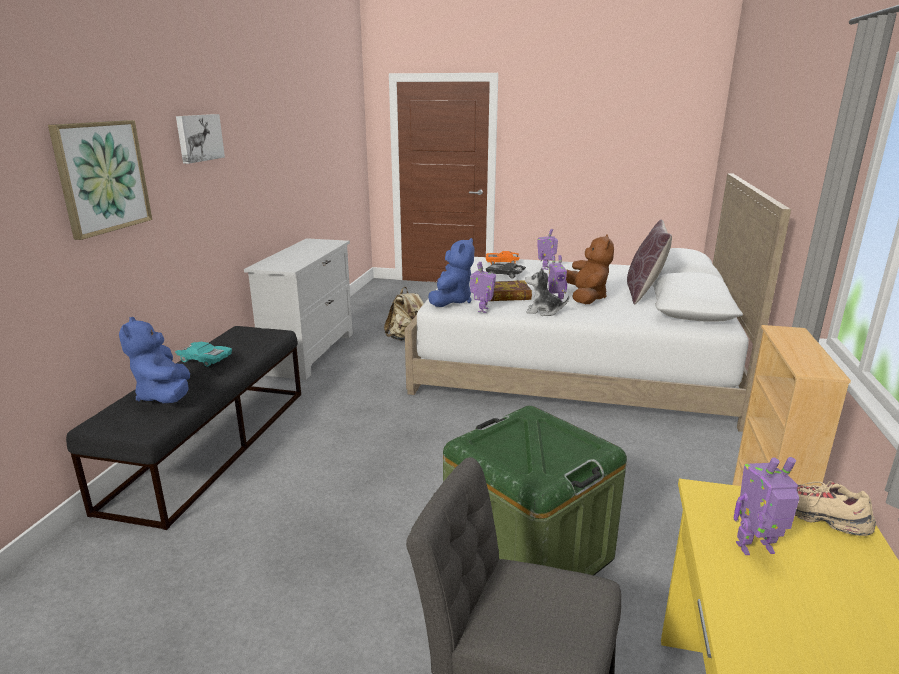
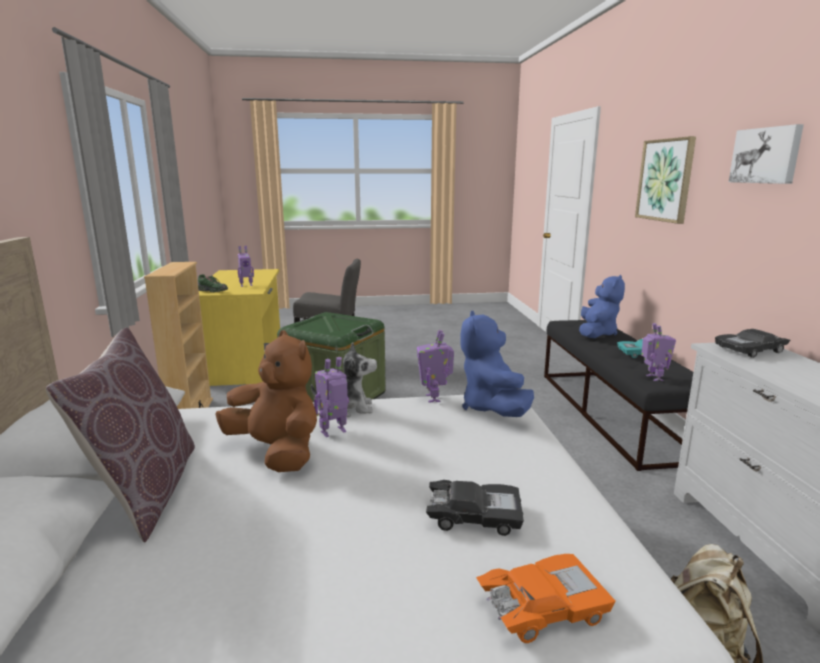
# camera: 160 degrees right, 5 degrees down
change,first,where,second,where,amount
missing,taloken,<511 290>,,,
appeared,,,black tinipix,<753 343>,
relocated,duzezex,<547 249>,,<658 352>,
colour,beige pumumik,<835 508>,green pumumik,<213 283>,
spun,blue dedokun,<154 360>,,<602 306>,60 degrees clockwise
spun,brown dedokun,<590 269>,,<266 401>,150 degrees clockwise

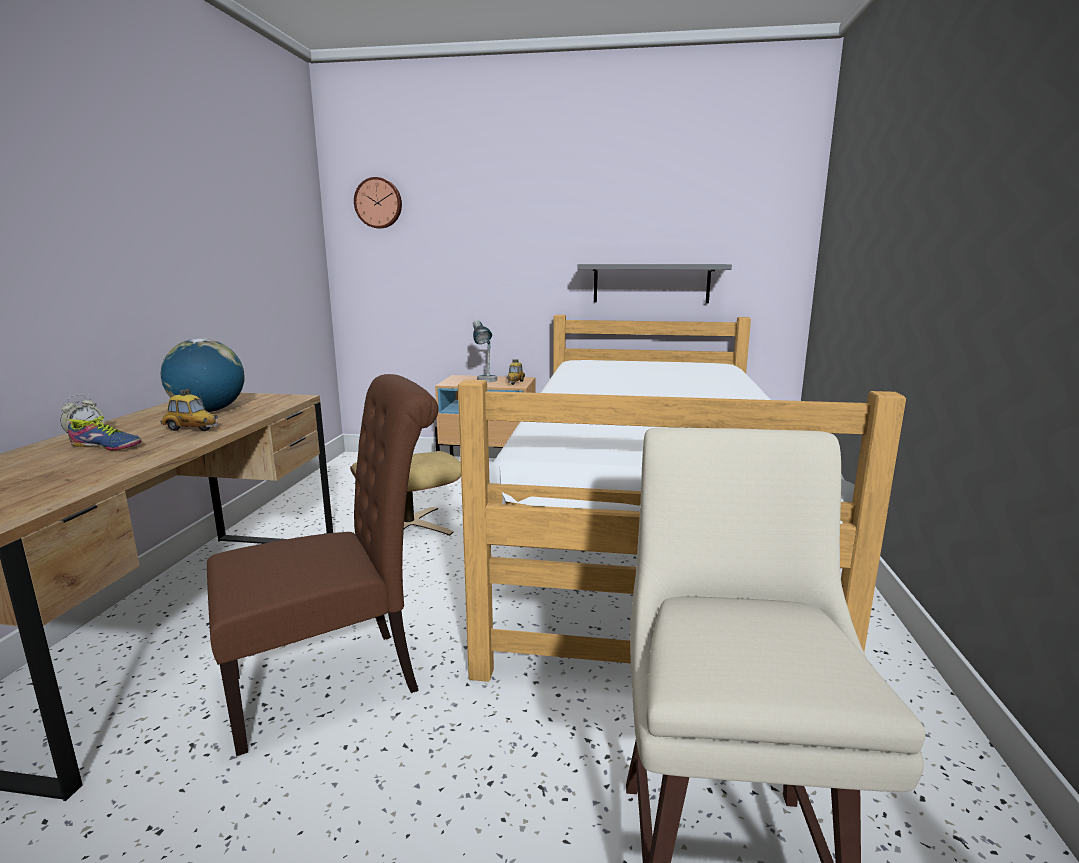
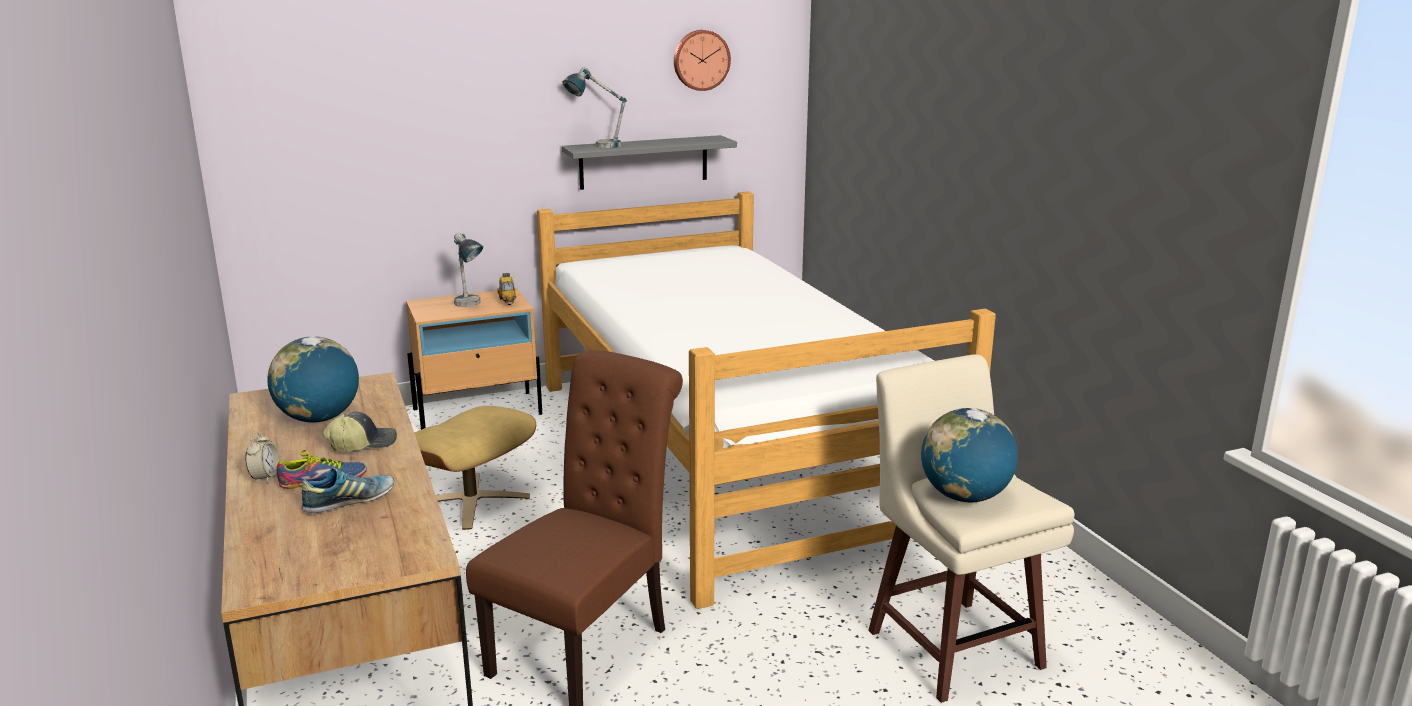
# camera: 30 degrees left, 5 degrees up
change,first,where,second,where,amount
appeared,,,pumumik,<348 491>,
appeared,,,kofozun,<594 107>,
appeared,,,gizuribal,<969 455>,
relocated,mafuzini,<378 203>,,<702 60>,
exchanged,tinipix,<189 410>,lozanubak,<360 431>,

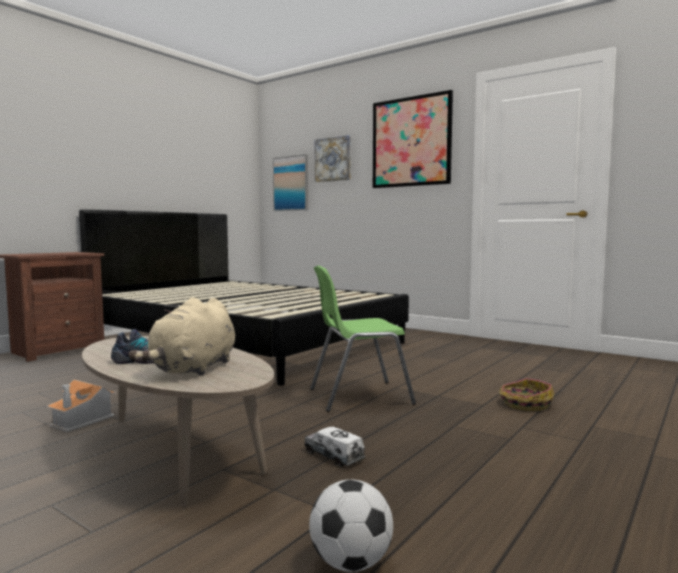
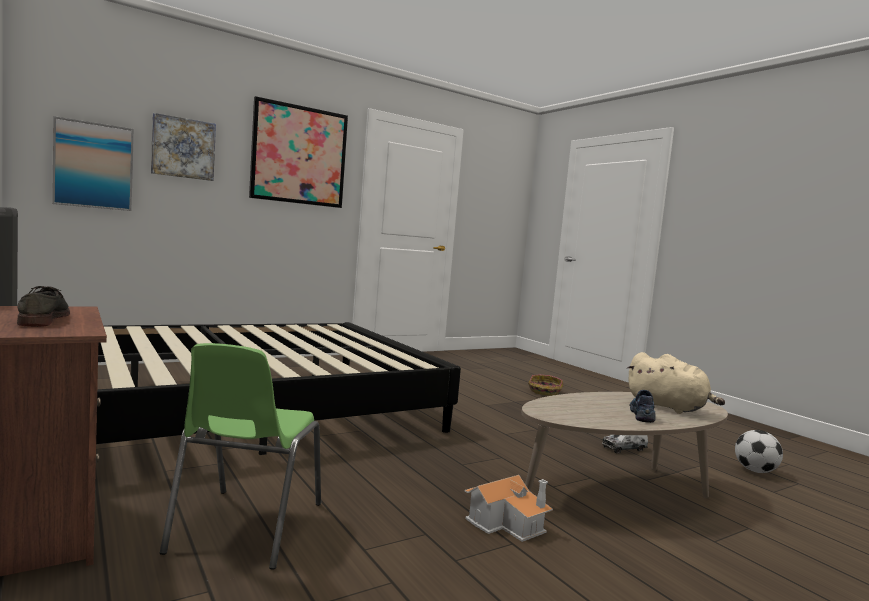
# camera: 70 degrees left, 0 degrees up
change,first,where,second,where,amount
appeared,,,grey pumumik,<43 306>,
relocated,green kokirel,<363 339>,,<240 456>,

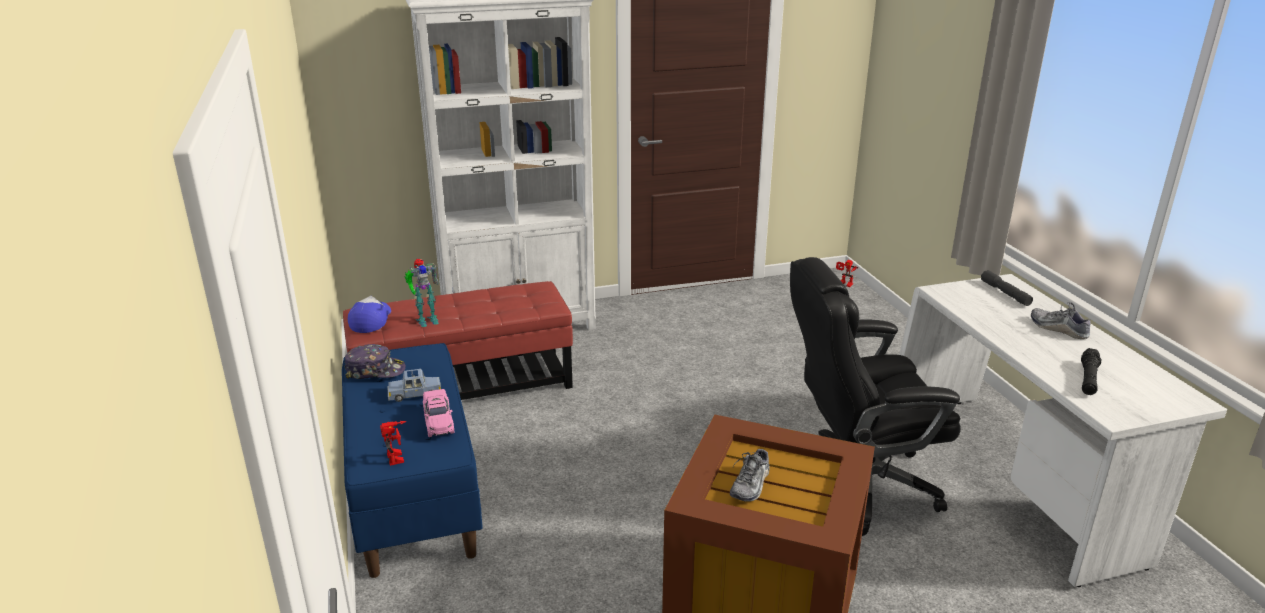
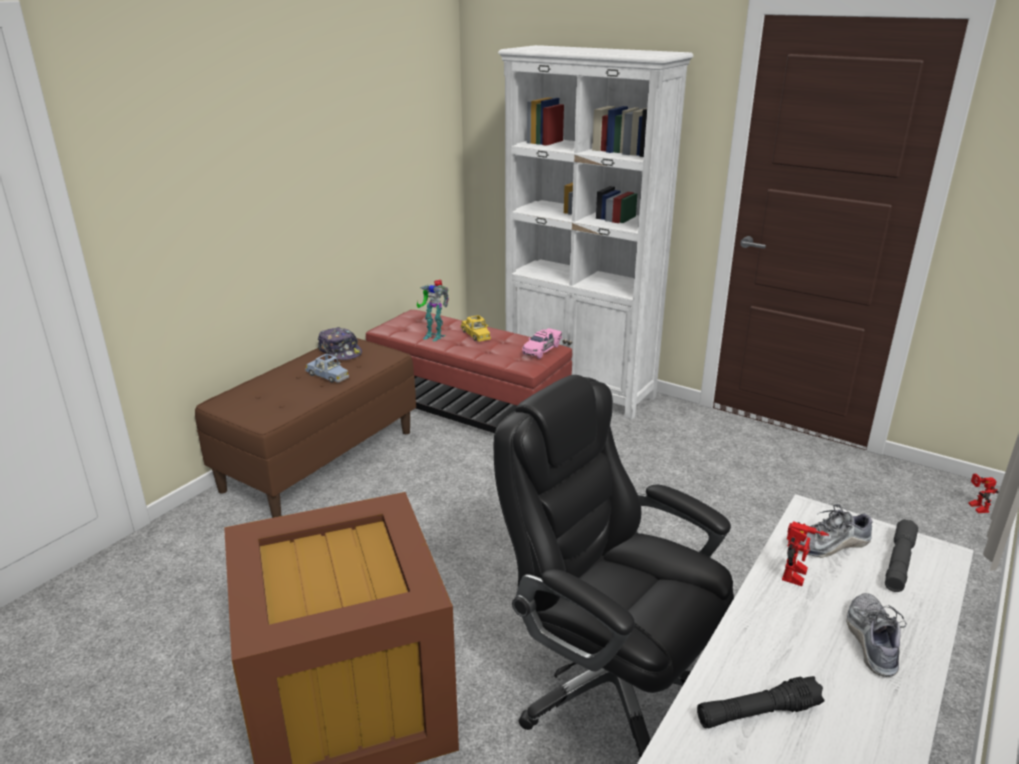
# camera: 50 degrees right, 0 degrees up
change,first,where,second,where,amount
missing,lozanubak,<369 314>,,,
appeared,,,yellow tinipix,<476 328>,
relocated,duzezex,<393 443>,,<805 554>,
relocated,pink tinipix,<438 413>,,<542 343>,
relocated,pumumik,<750 474>,,<836 531>,
colour,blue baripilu,<412 460>,brown baripilu,<305 428>,

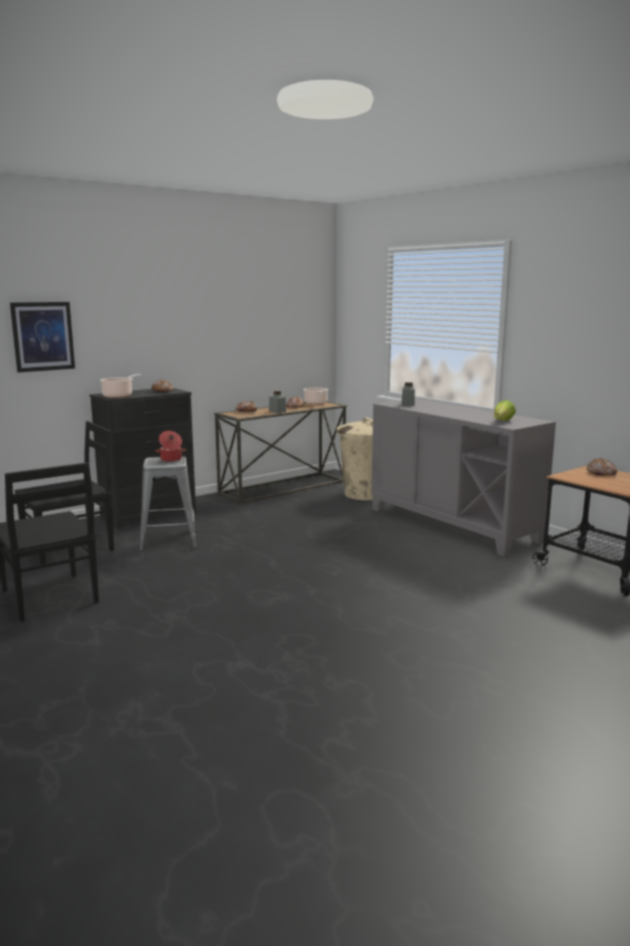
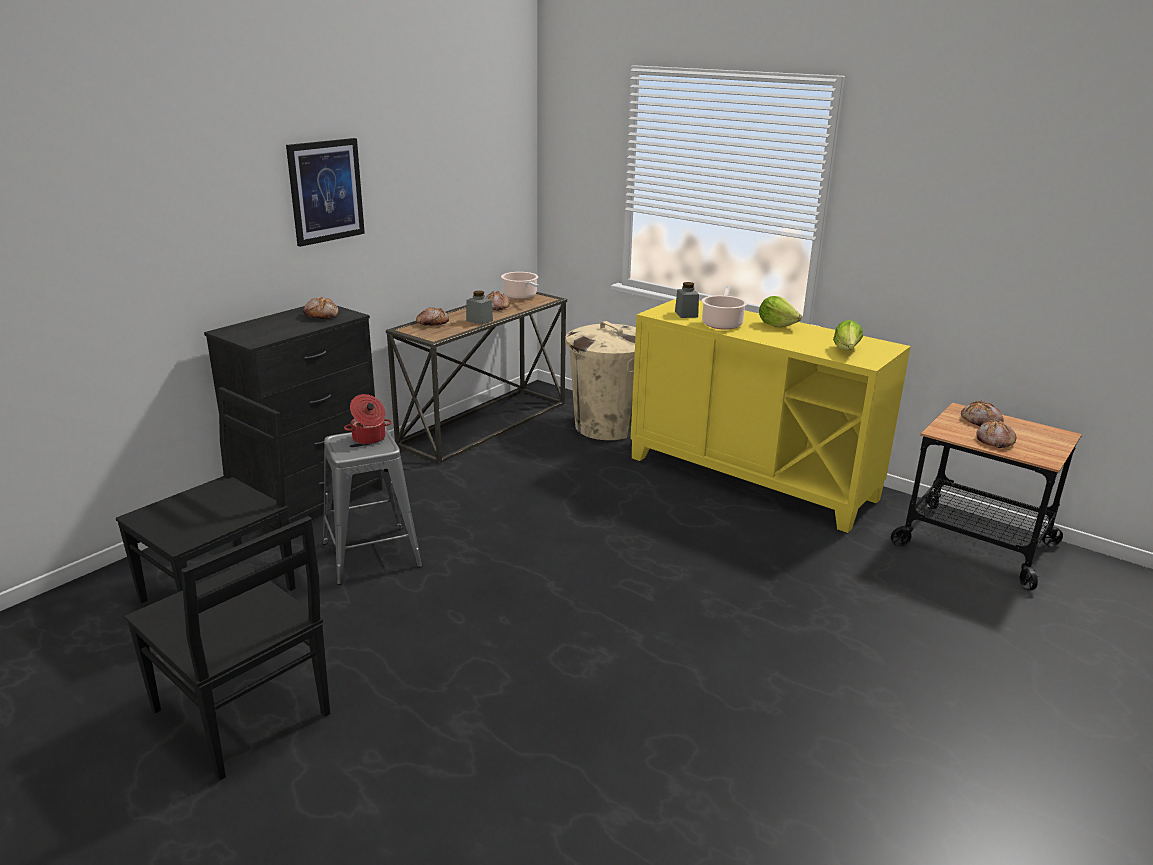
# camera: 15 degrees left, 10 degrees up
change,first,where,second,where,amount
appeared,,,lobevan,<780 311>,
appeared,,,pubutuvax,<996 433>,
relocated,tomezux,<42 337>,,<325 192>,
relocated,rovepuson,<120 386>,,<724 308>,
colour,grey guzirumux,<463 478>,yellow guzirumux,<771 416>,

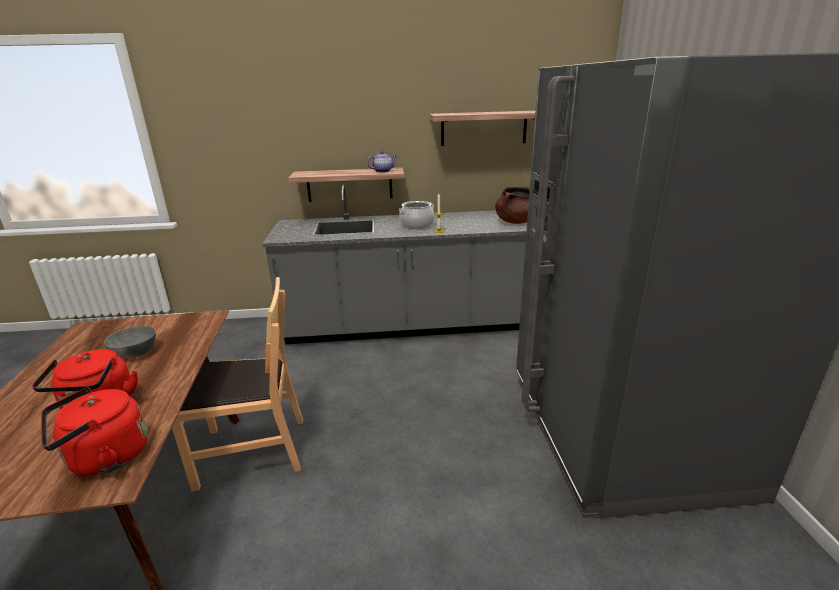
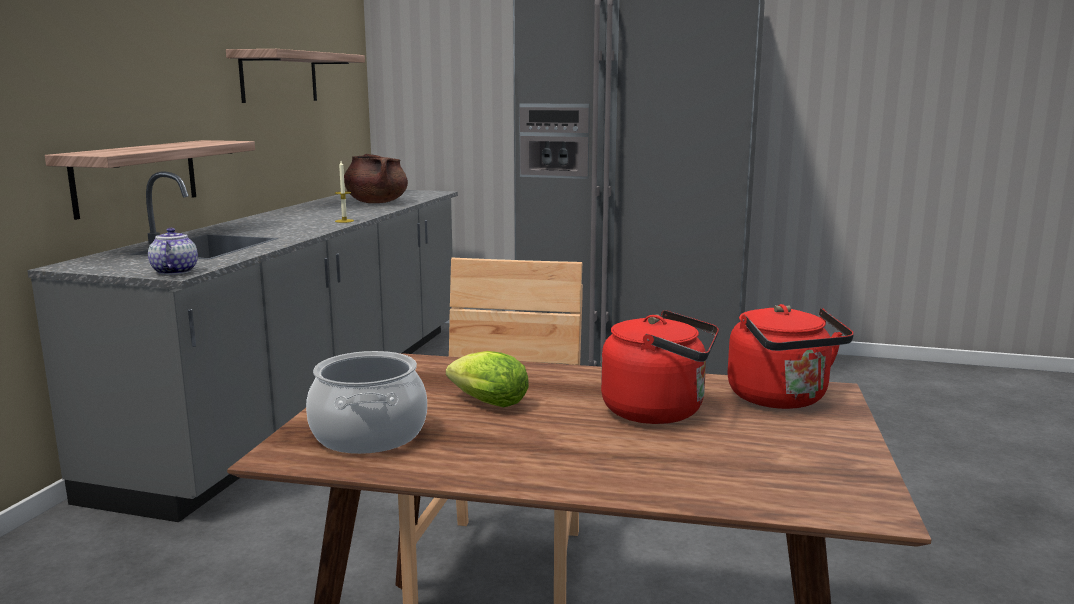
# camera: 70 degrees left, 10 degrees down
change,first,where,second,where,amount
relocated,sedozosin,<382 162>,,<173 251>,
relocated,rovepuson,<417 215>,,<366 402>,
exchanged,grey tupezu,<130 342>,lobevan,<487 379>,

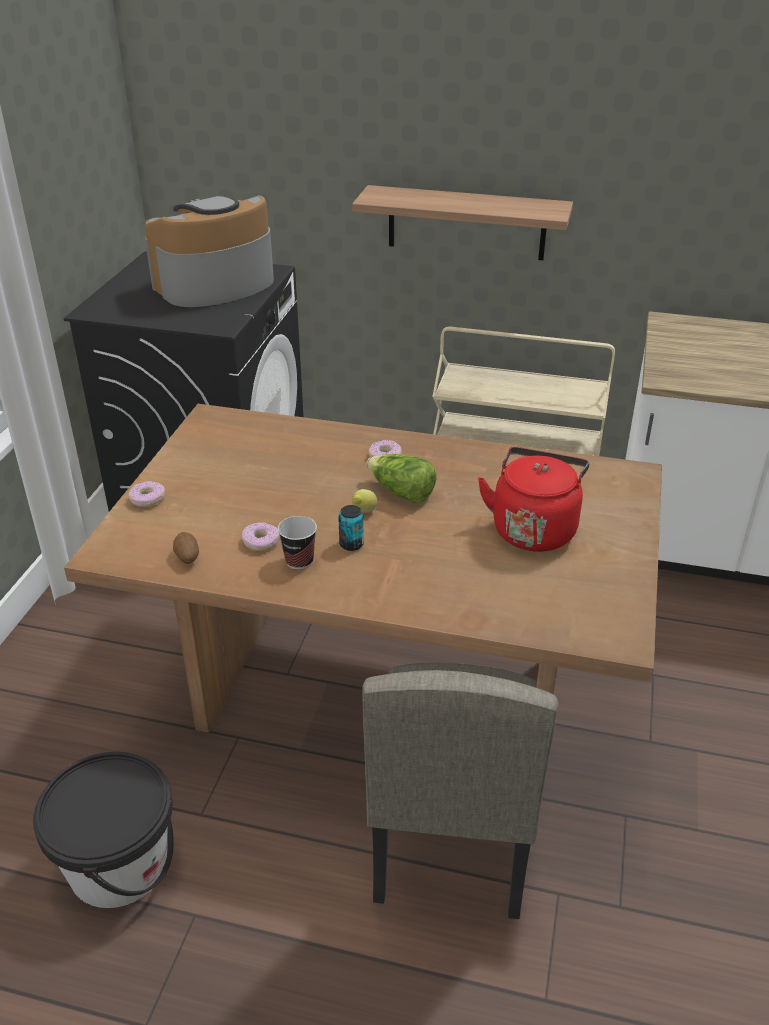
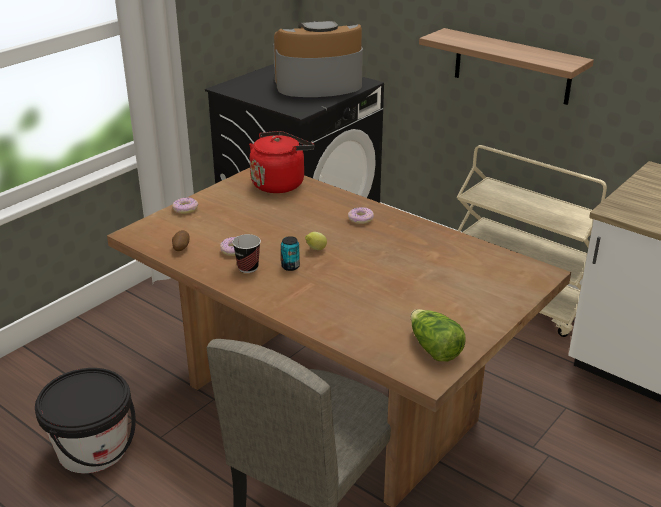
# camera: 25 degrees right, 5 degrees down
change,first,where,second,where,amount
relocated,lobevan,<401 478>,,<438 335>,
relocated,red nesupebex,<533 499>,,<281 162>,

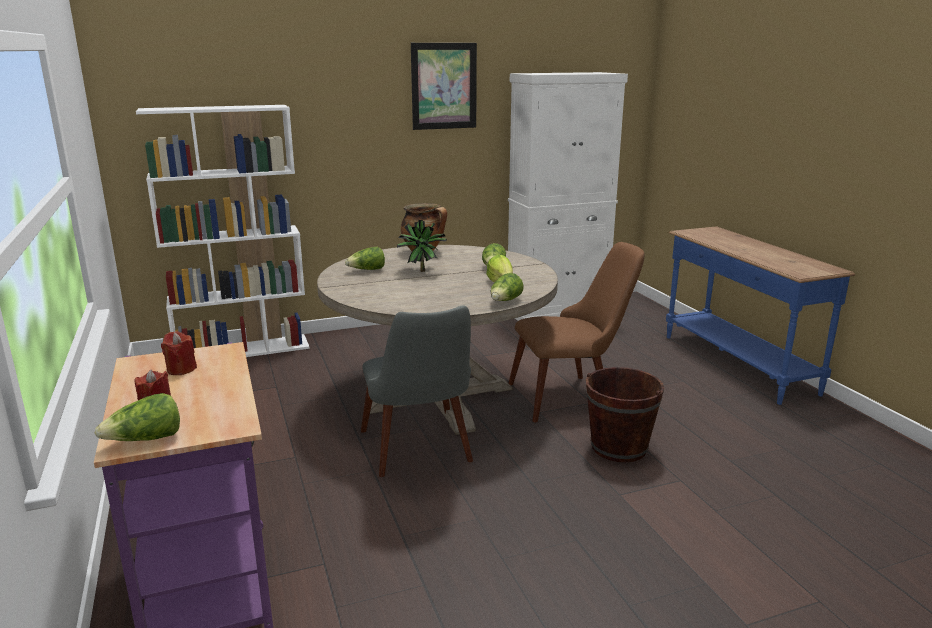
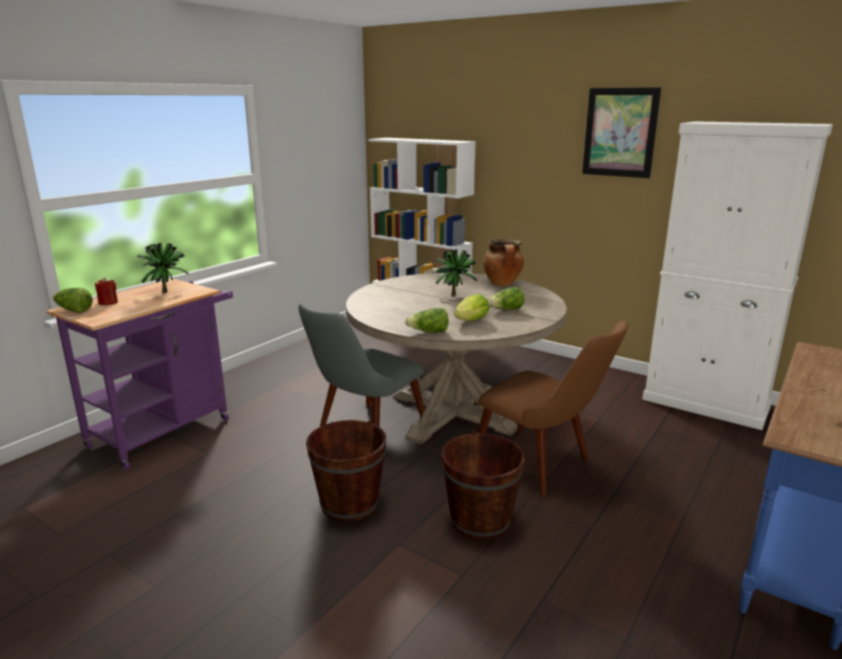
# camera: 55 degrees right, 0 degrees up
change,first,where,second,where,amount
missing,lobevan,<365 258>,,,
appeared,,,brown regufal,<346 471>,
exchanged,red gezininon,<179 353>,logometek,<163 268>,

